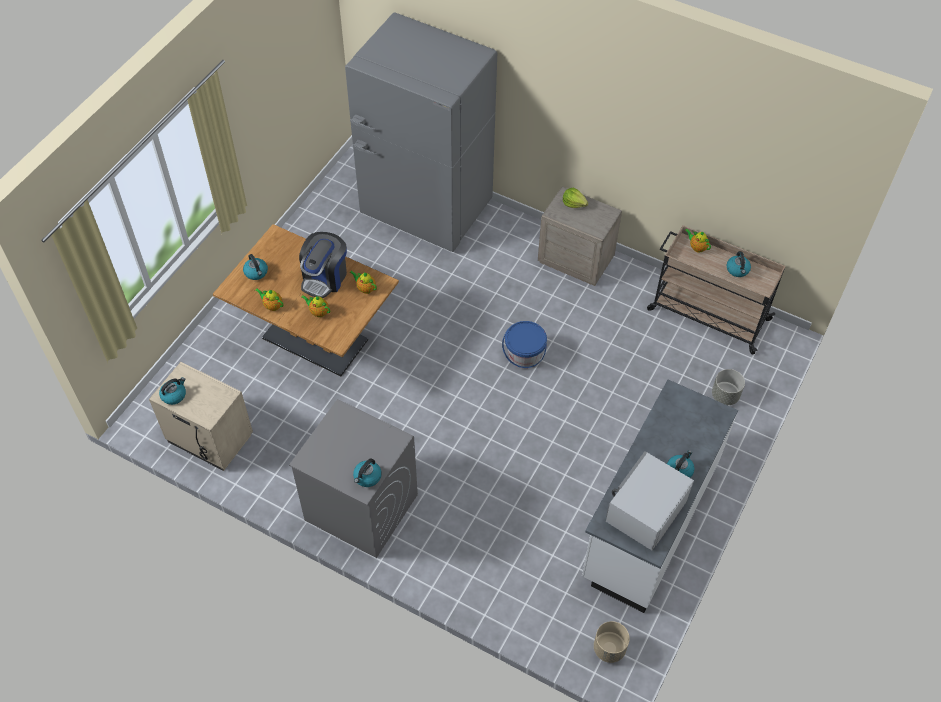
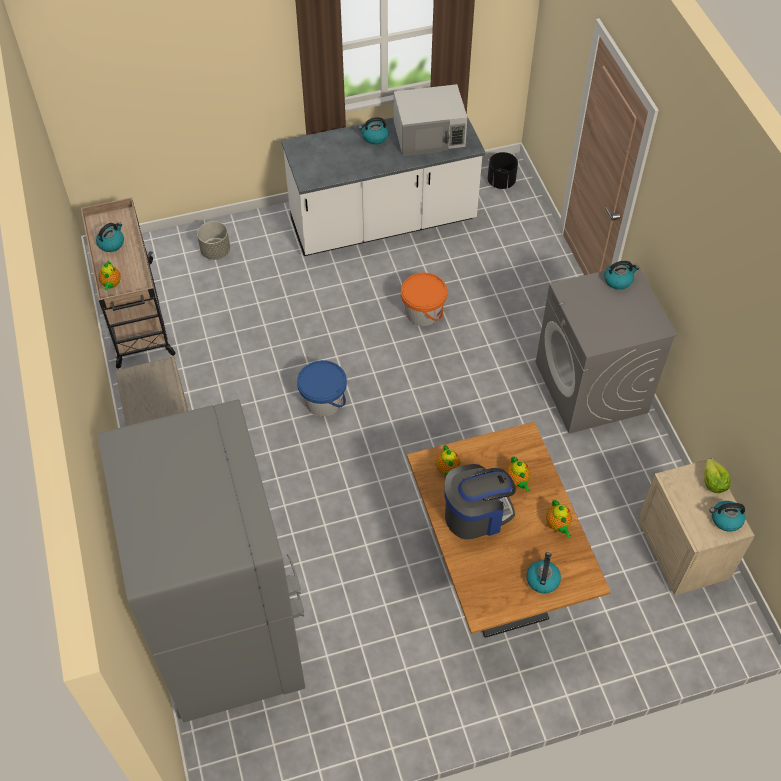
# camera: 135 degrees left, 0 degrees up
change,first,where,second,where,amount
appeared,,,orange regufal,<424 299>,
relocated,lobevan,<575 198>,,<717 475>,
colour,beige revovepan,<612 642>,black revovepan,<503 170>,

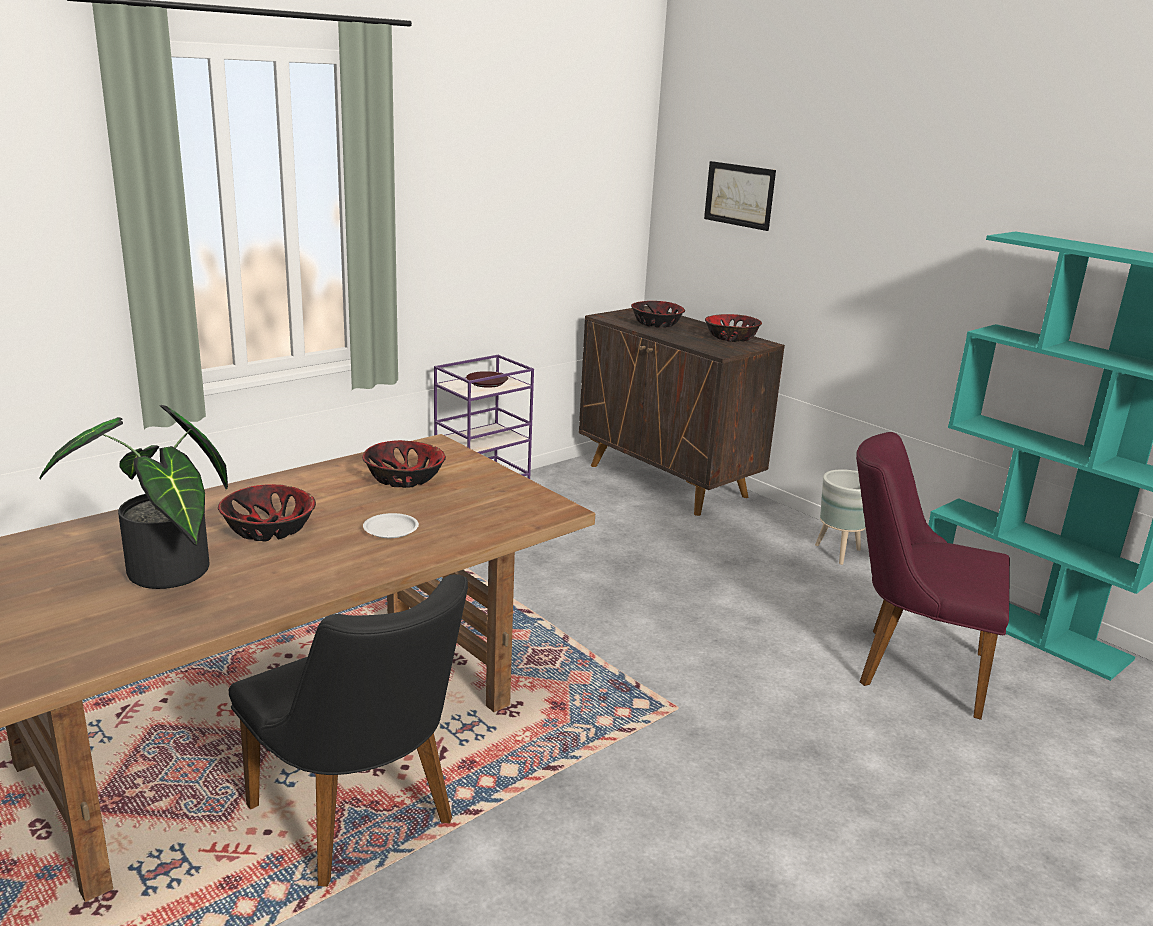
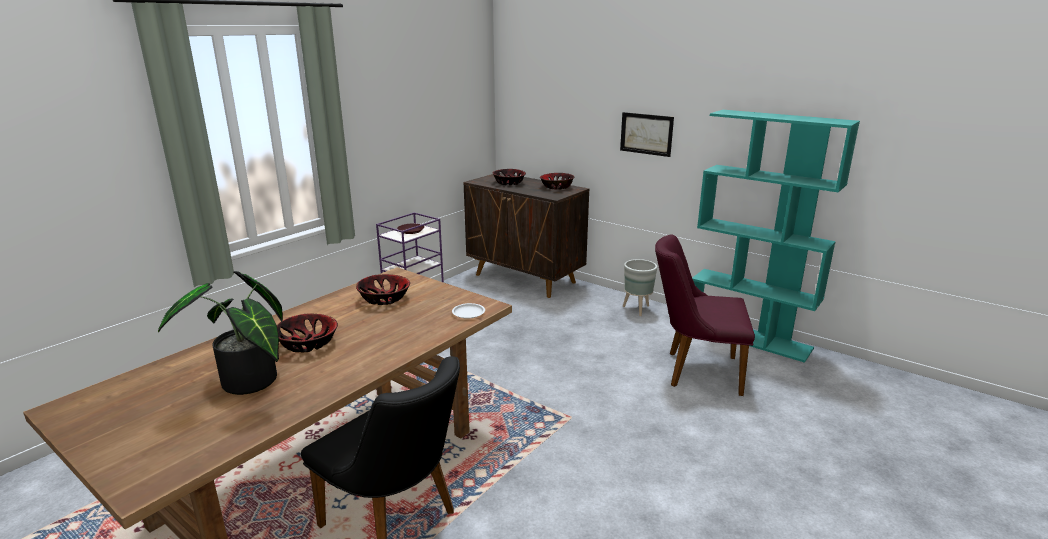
# camera: 10 degrees left, 0 degrees up
change,first,where,second,where,amount
relocated,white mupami,<391 525>,,<468 311>,
relocated,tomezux,<740 196>,,<647 134>,

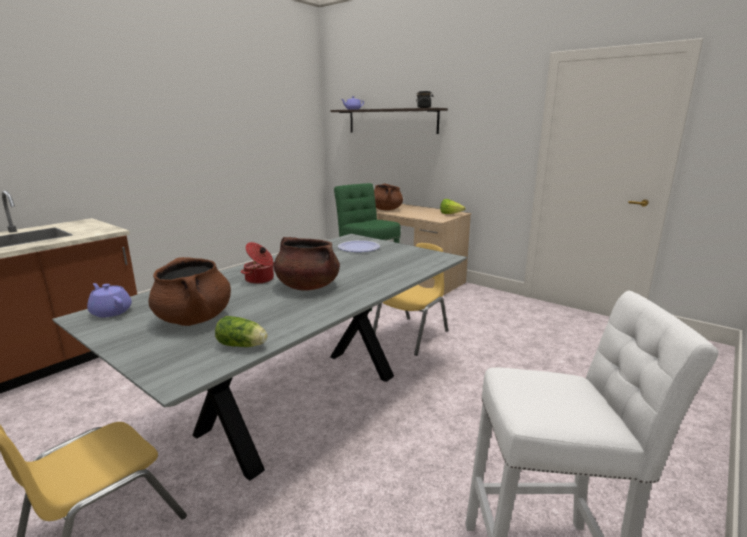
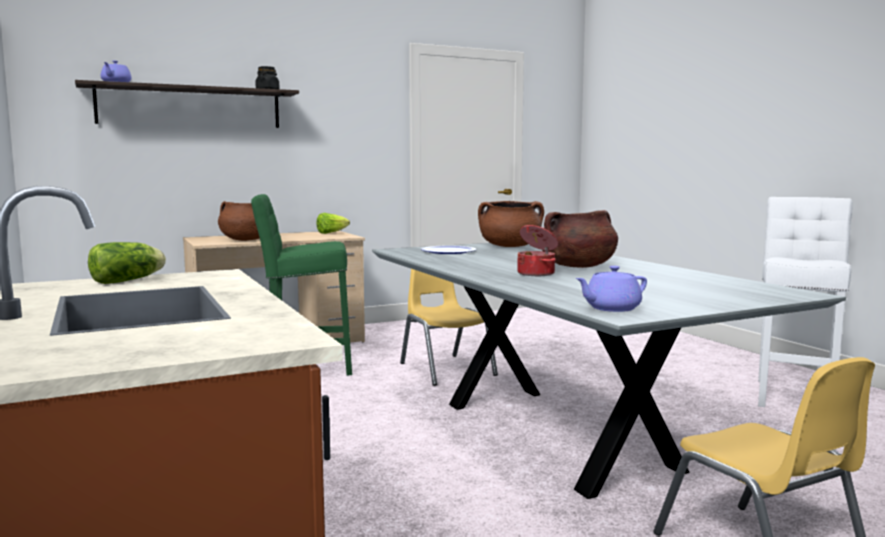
# camera: 65 degrees left, 10 degrees down
change,first,where,second,where,amount
relocated,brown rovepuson,<189 291>,,<511 224>,
relocated,lobevan,<241 331>,,<127 263>,

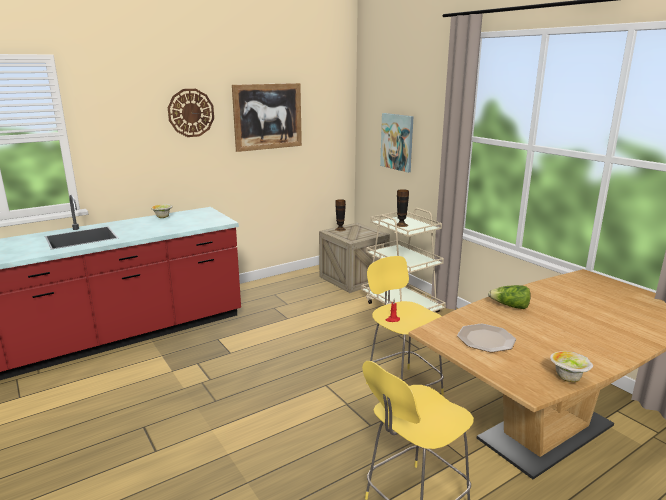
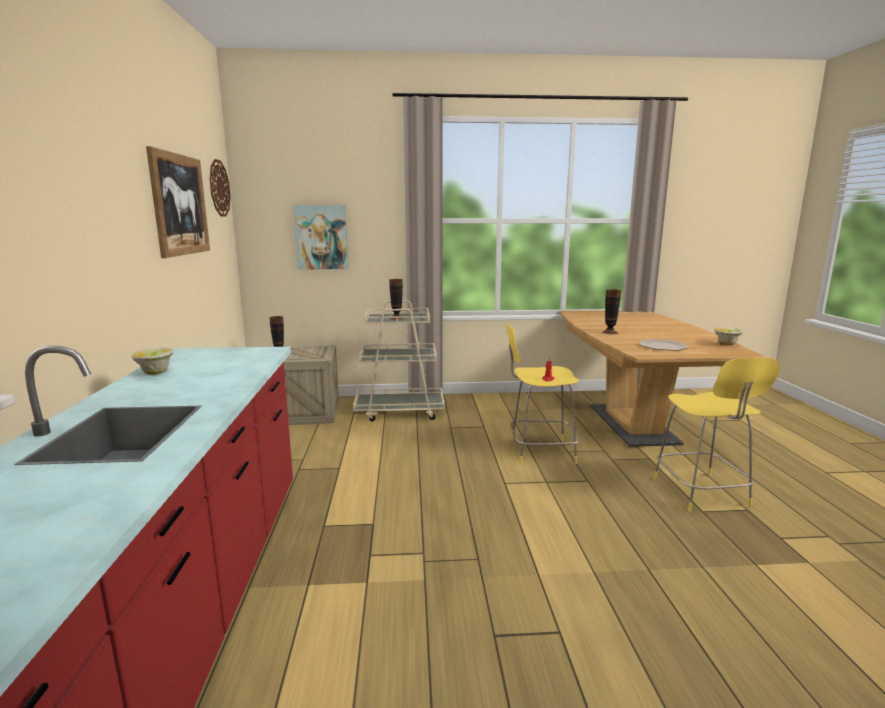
# camera: 60 degrees left, 5 degrees down
change,first,where,second,where,amount
relocated,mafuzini,<191 113>,,<220 187>,
exchanged,lobevan,<509 297>,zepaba,<611 312>,

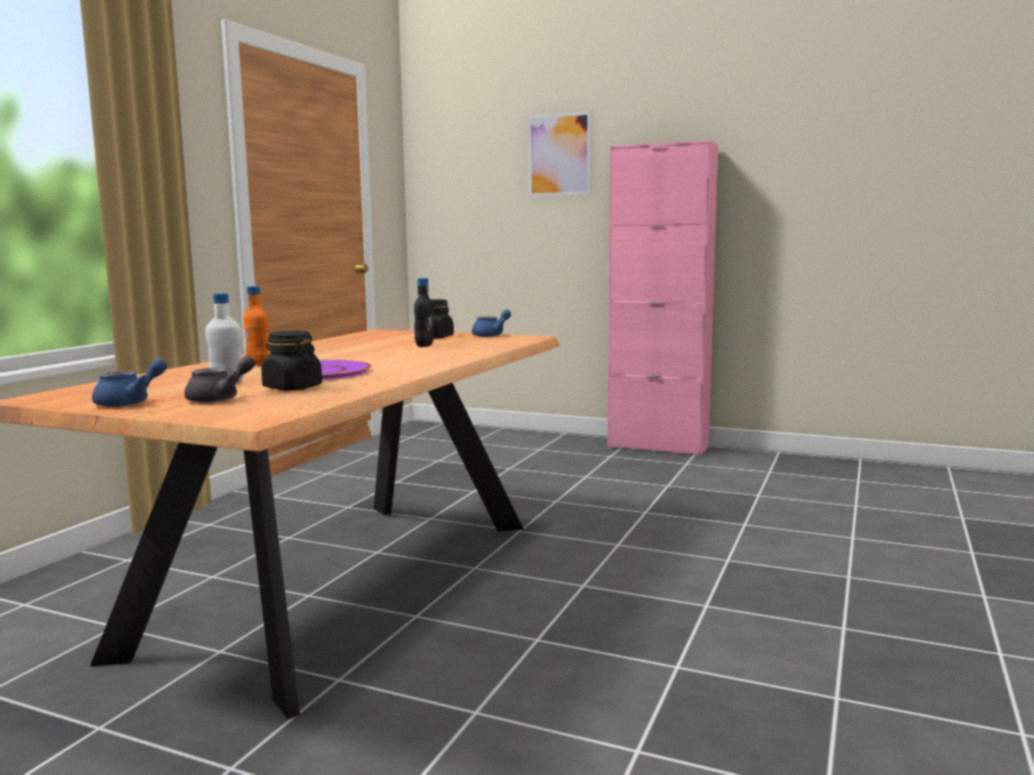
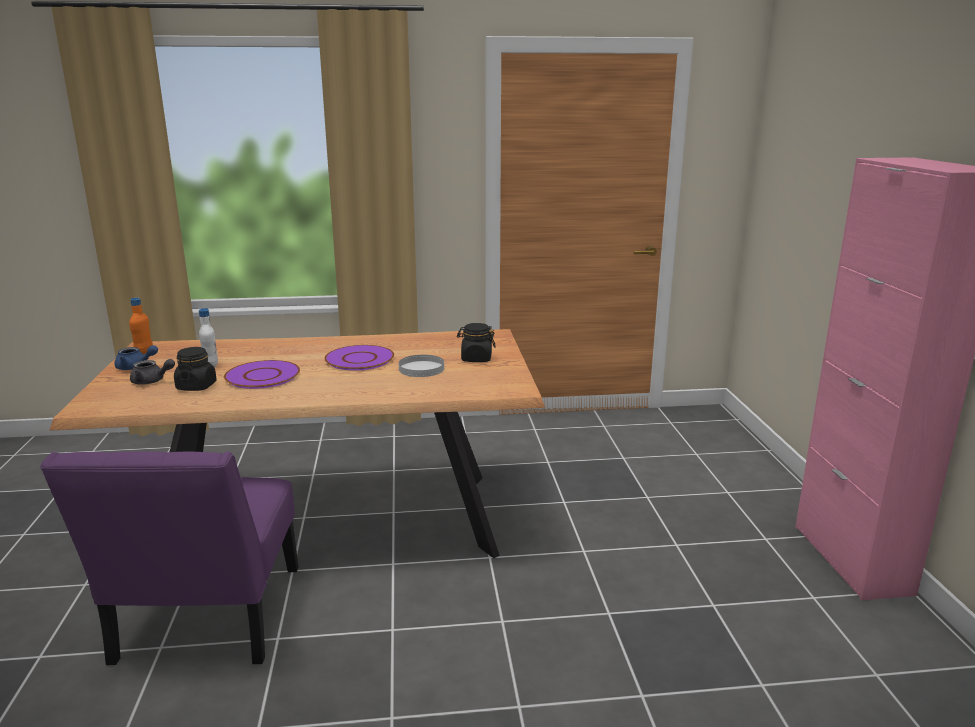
# camera: 60 degrees right, 10 degrees up
change,first,where,second,where,amount
missing,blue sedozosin,<491 323>,,,
missing,tomezux,<560 154>,,,
appeared,,,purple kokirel,<169 558>,
appeared,,,purple mupami,<359 357>,
relocated,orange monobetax,<256 326>,,<141 326>,
exchanged,black monobetax,<424 312>,white mupami,<421 366>,

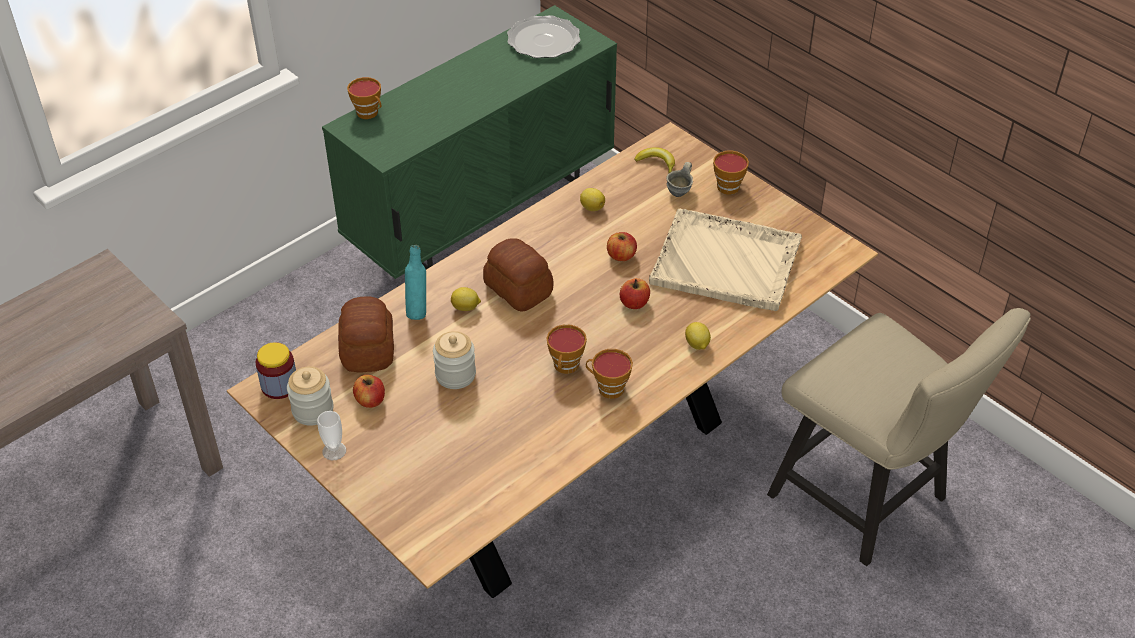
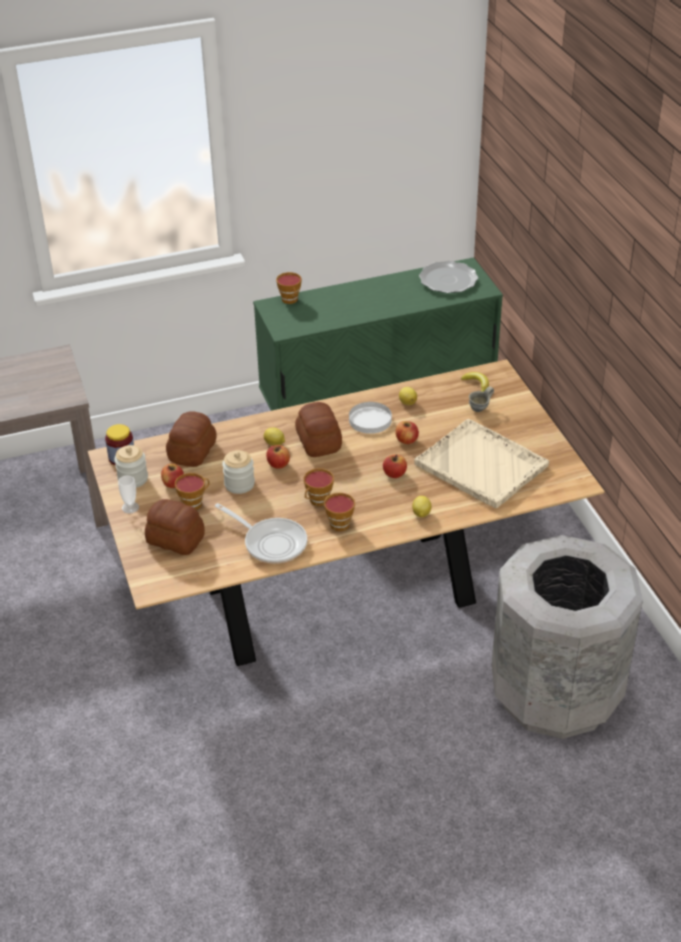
# camera: 25 degrees right, 5 degrees down
change,first,where,second,where,amount
missing,turquoise monobetax,<415 282>,,,
appeared,,,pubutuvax,<175 527>,
appeared,,,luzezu,<261 533>,
appeared,,,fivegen,<278 456>,
appeared,,,white mupami,<370 418>,
relocated,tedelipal,<731 173>,,<192 491>,
exchanged,beige kokirel,<899 437>,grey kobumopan,<567 637>,

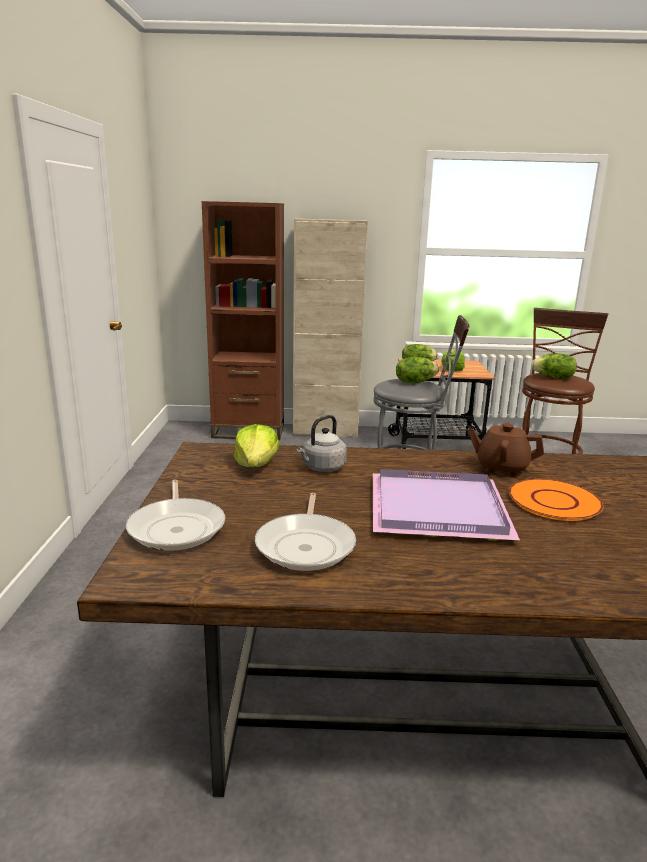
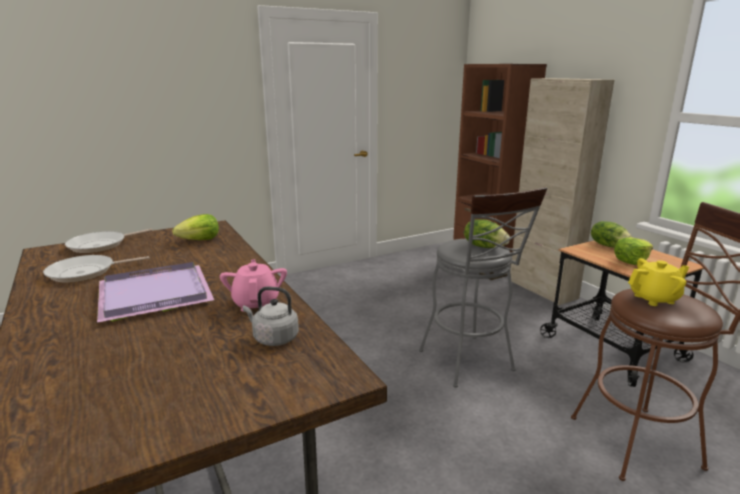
# camera: 60 degrees right, 0 degrees up
change,first,where,second,where,amount
missing,orange mupami,<556 500>,,,
relocated,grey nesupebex,<321 443>,,<271 316>,
exchanged,lobevan,<554 366>,yellow sedozosin,<658 282>,
colour,brown sedozosin,<506 449>,pink sedozosin,<253 285>,

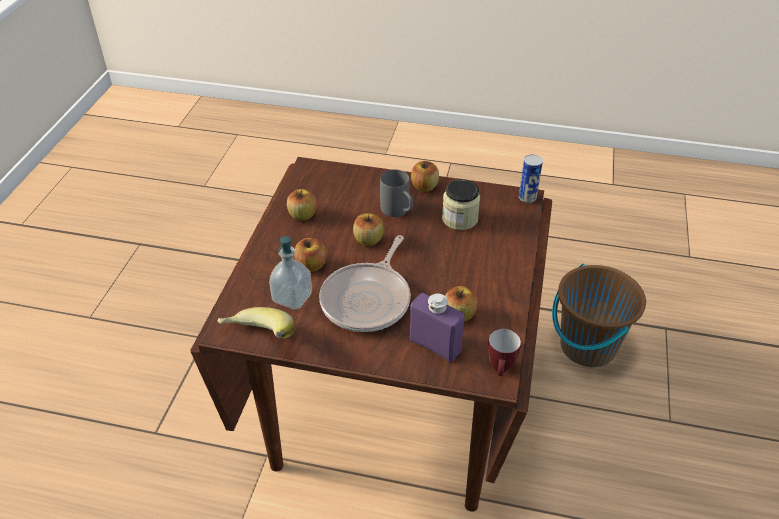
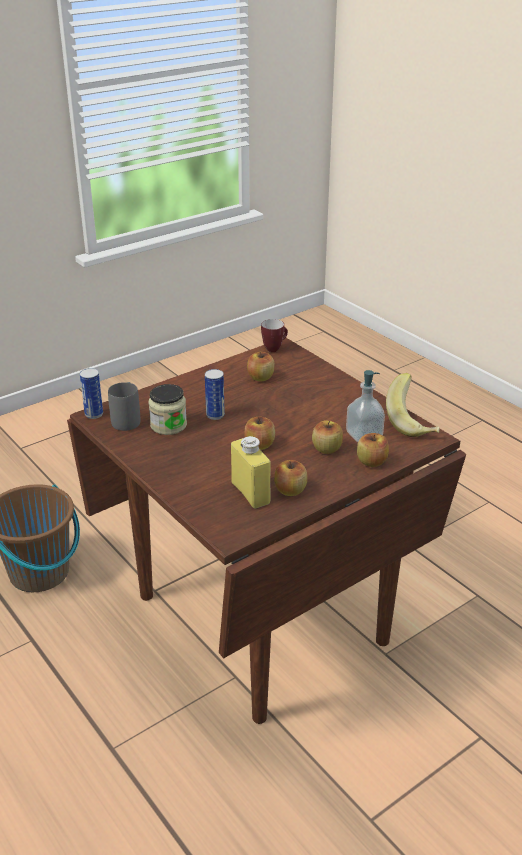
# camera: 140 degrees left, 10 degrees down
change,first,where,second,where,amount
missing,luzezu,<365 283>,,,
missing,purple monobetax,<437 327>,,,
appeared,,,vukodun,<215 394>,
appeared,,,yellow monobetax,<251 472>,
relocated,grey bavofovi,<396 193>,,<124 406>,
relocated,fivegen,<425 176>,,<373 450>,

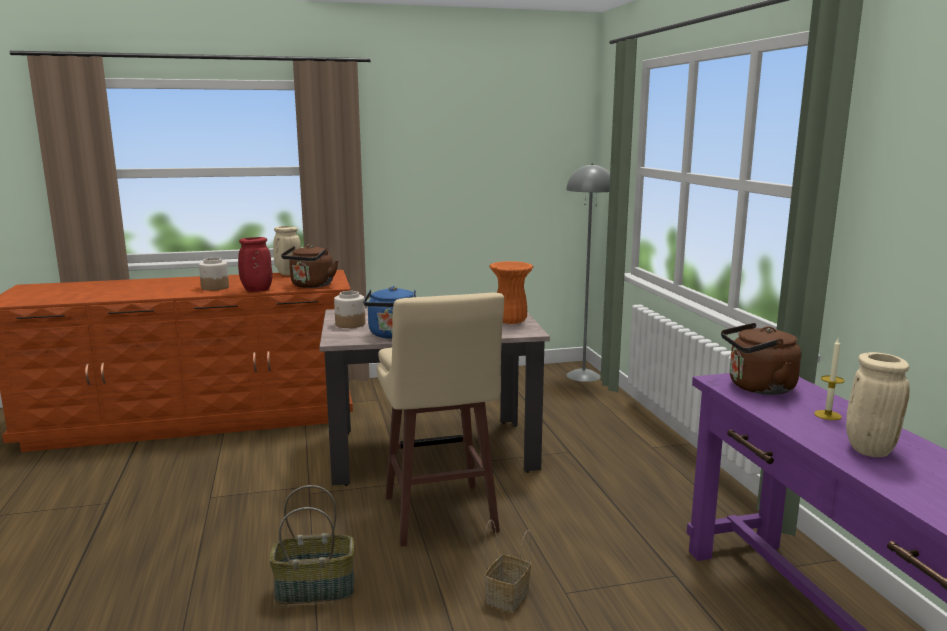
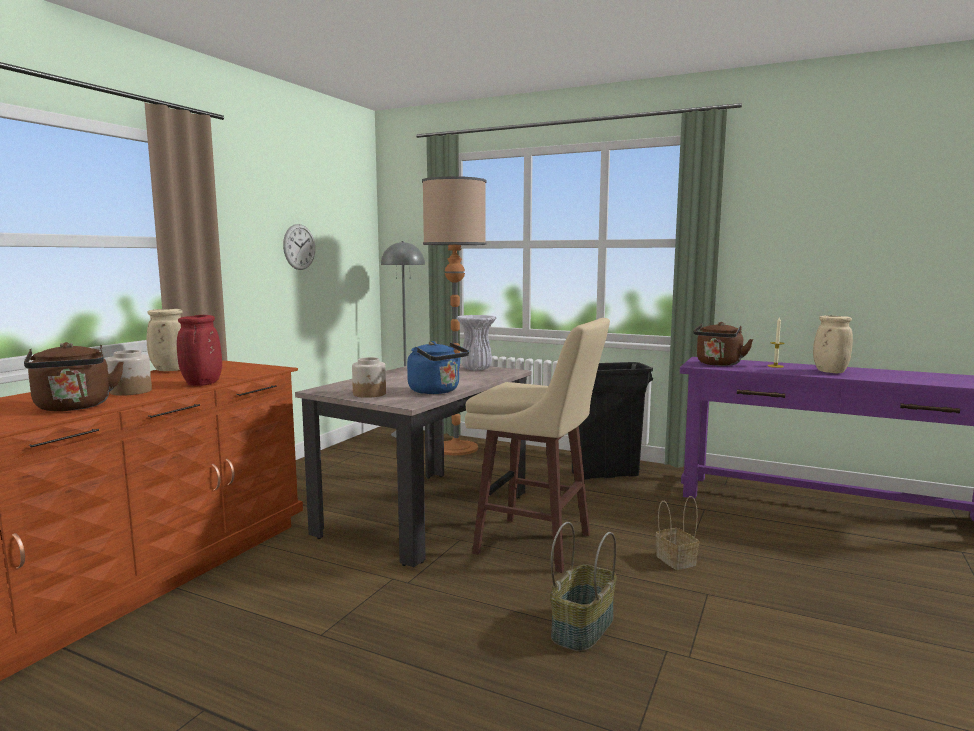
# camera: 50 degrees left, 5 degrees down
change,first,where,second,where,amount
appeared,,,mafuzini,<299 247>,
appeared,,,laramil,<454 316>,
appeared,,,black kobumopan,<612 421>,
relocated,brown nesupebex,<309 266>,,<74 376>,
colour,orange zepaba,<511 292>,white zepaba,<476 343>,

